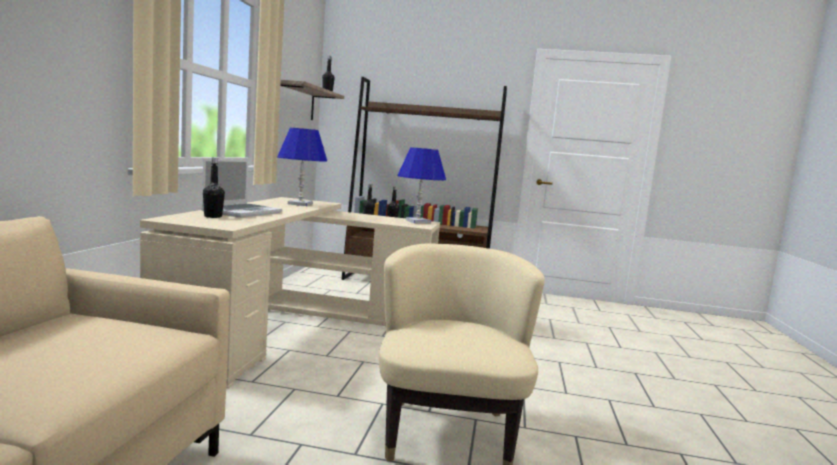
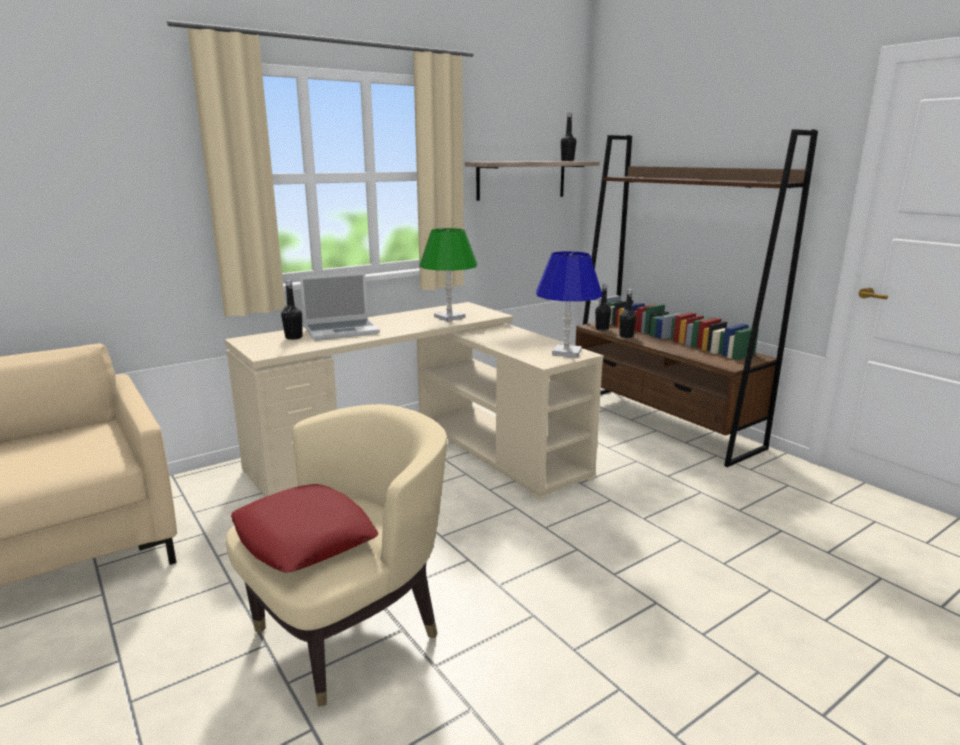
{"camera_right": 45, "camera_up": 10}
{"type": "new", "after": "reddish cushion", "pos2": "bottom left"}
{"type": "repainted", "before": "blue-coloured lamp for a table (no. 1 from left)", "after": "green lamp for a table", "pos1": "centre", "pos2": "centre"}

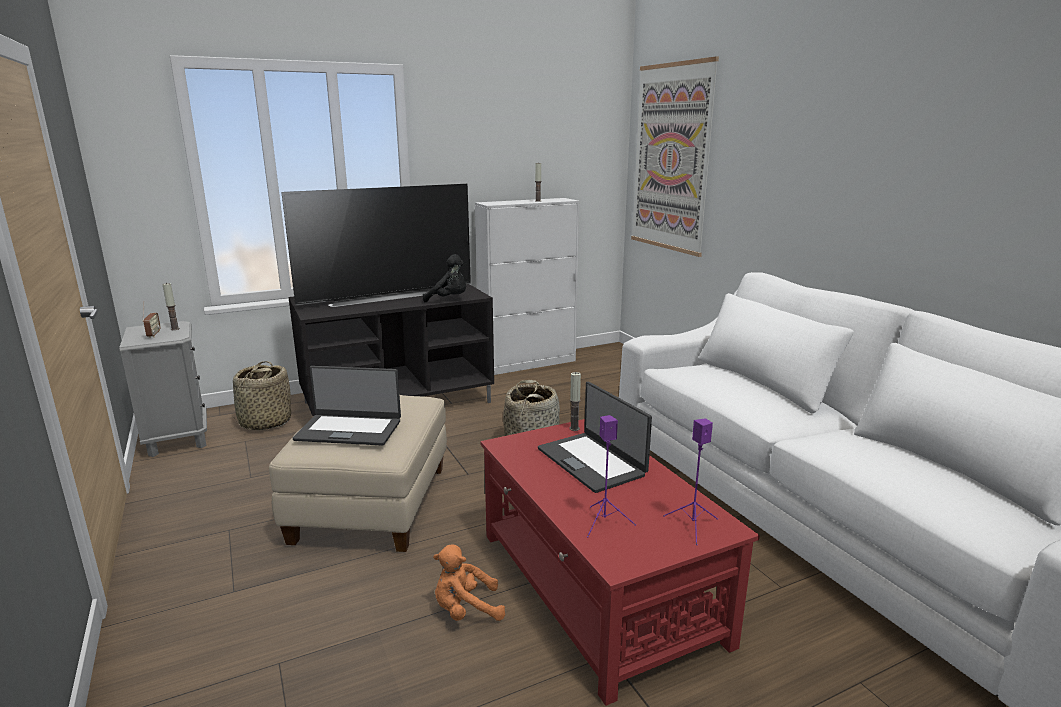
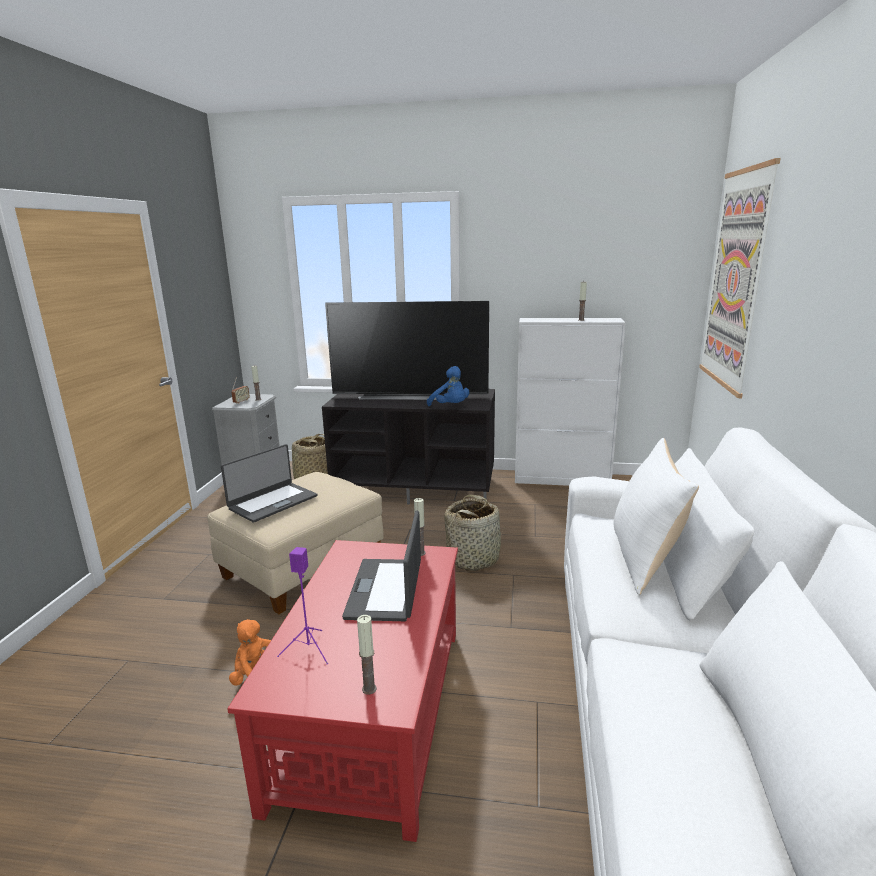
{"camera_right": 35, "camera_up": 0}
{"type": "new", "after": "white-coloured cushion", "pos2": "middle right"}
{"type": "swapped", "before": "purplish audio speaker (no. 2 from left)", "after": "wax candle (no. 2 from left)", "pos1": "bottom centre", "pos2": "bottom centre"}
{"type": "repainted", "before": "black-coloured plush toy", "after": "blue-coloured plush toy", "pos1": "centre", "pos2": "centre"}
{"type": "rotated", "before": "laptop (no. 1 from left)", "pos1": "middle left", "pos2": "middle left", "turn": -90}

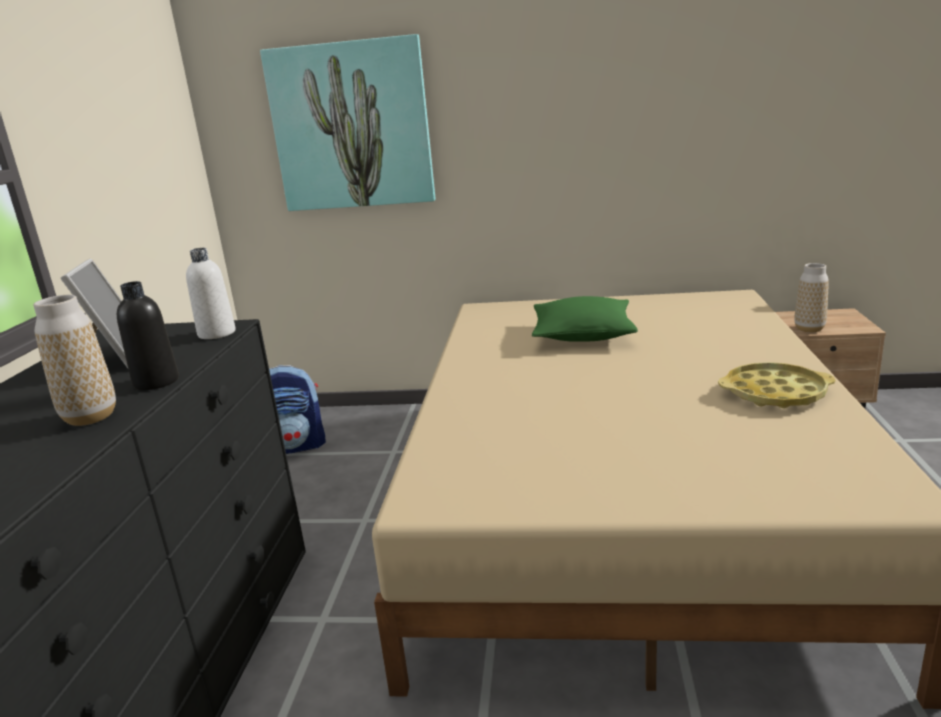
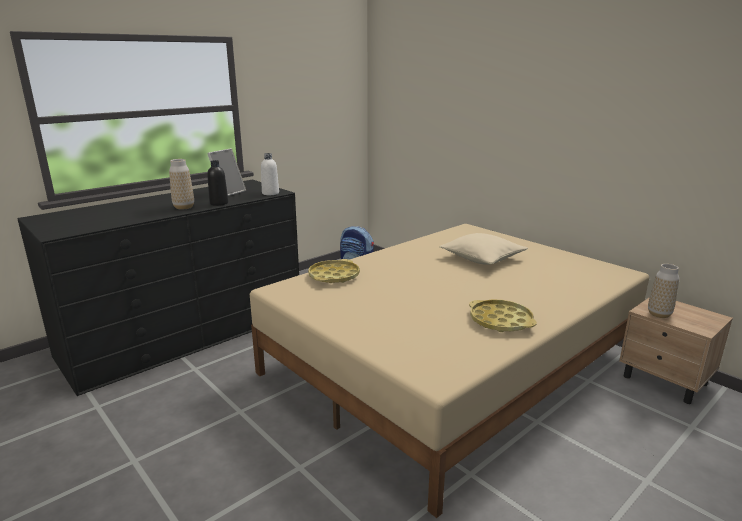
{"camera_right": 40, "camera_up": 0}
{"type": "gone", "before": "picture", "pos1": "top centre"}
{"type": "new", "after": "yellow-coloured tray (no. 1 from left)", "pos2": "centre"}
{"type": "repainted", "before": "green cushion", "after": "beige cushion", "pos1": "centre", "pos2": "centre"}

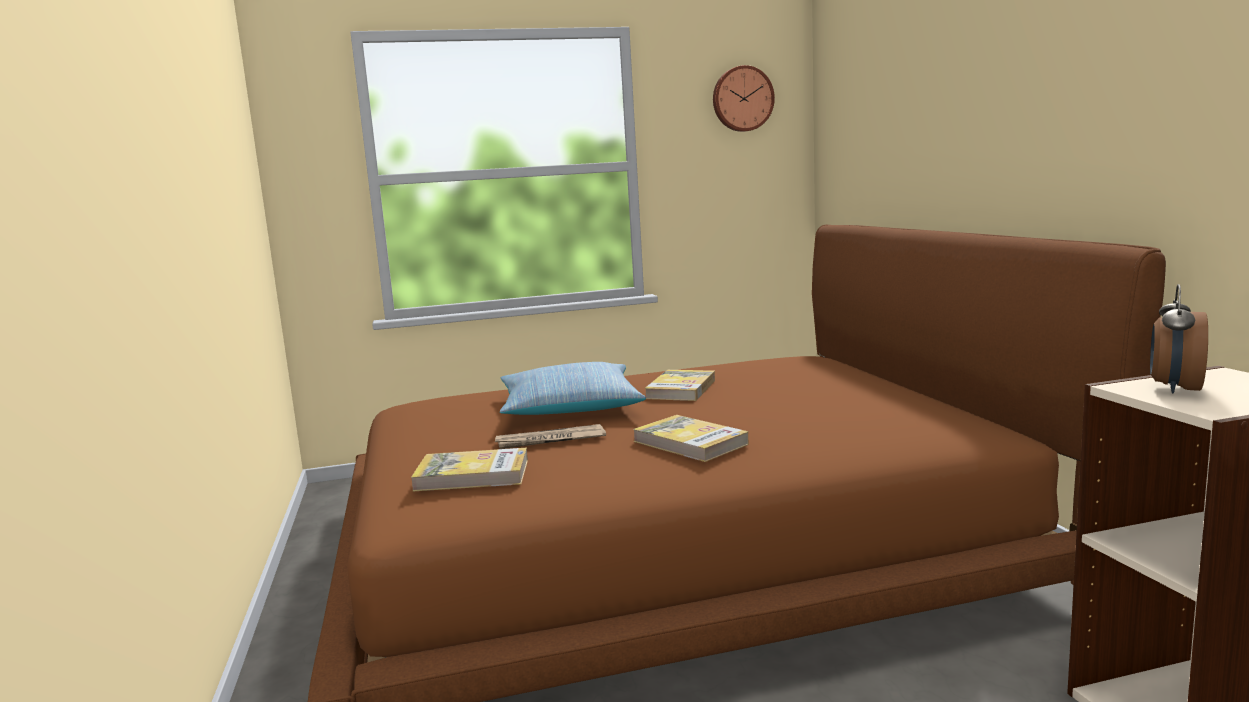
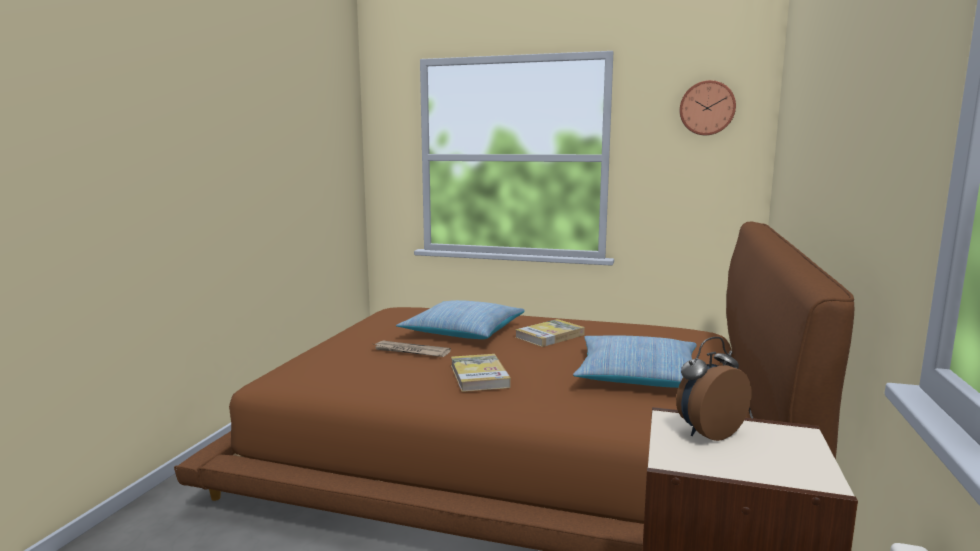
{"camera_right": 30, "camera_up": 0}
{"type": "gone", "before": "bound book (no. 1 from left)", "pos1": "bottom centre"}
{"type": "new", "after": "cushion (no. 2 from left)", "pos2": "centre"}

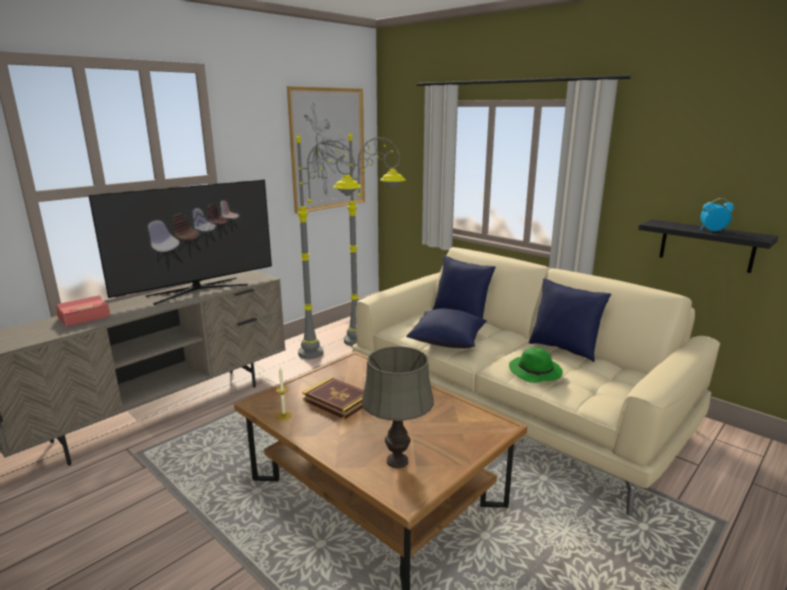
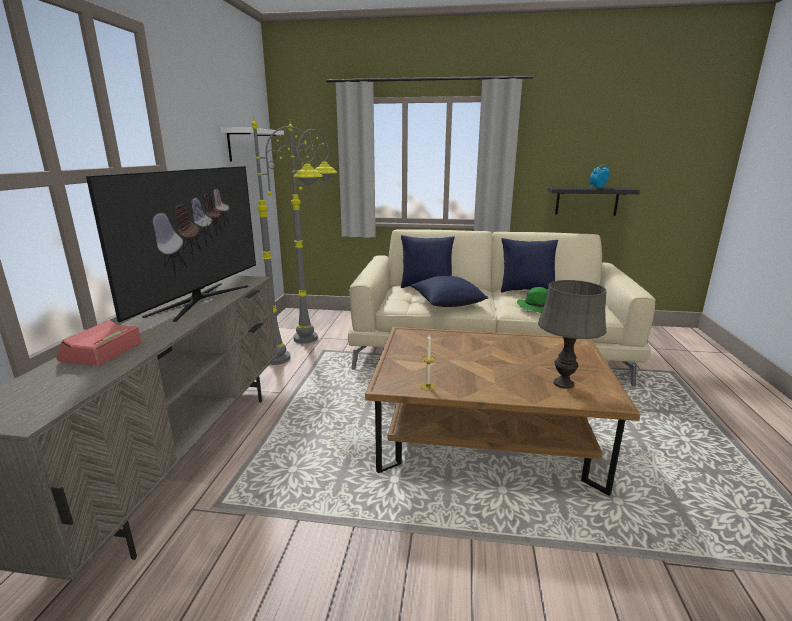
{"camera_right": -35, "camera_up": 0}
{"type": "gone", "before": "bound book", "pos1": "bottom centre"}
{"type": "swapped", "before": "picture", "after": "white-coloured shelf", "pos1": "top centre", "pos2": "top left"}

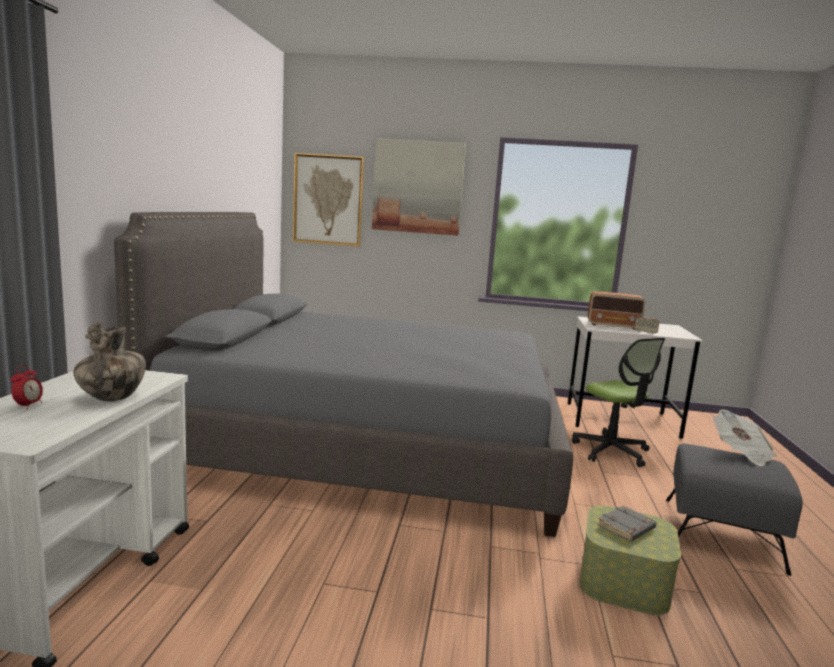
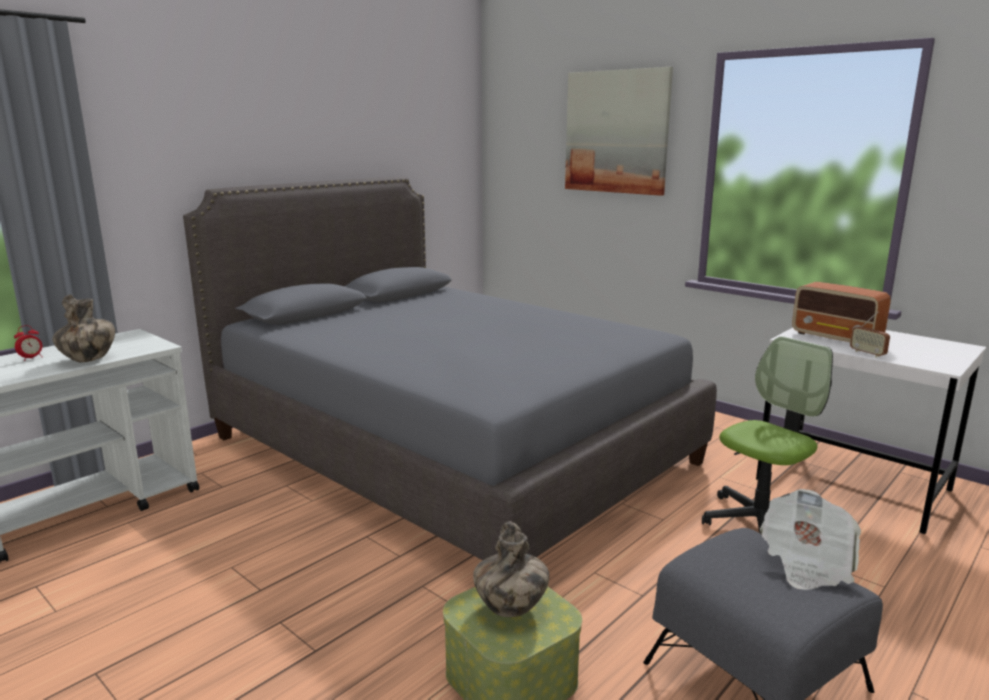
{"camera_right": 35, "camera_up": 5}
{"type": "gone", "before": "picture (no. 1 from left)", "pos1": "top centre"}
{"type": "swapped", "before": "greyish bound book", "after": "decorative vase (no. 2 from left)", "pos1": "bottom right", "pos2": "bottom centre"}
{"type": "rotated", "before": "office chair", "pos1": "middle right", "pos2": "middle right", "turn": -135}

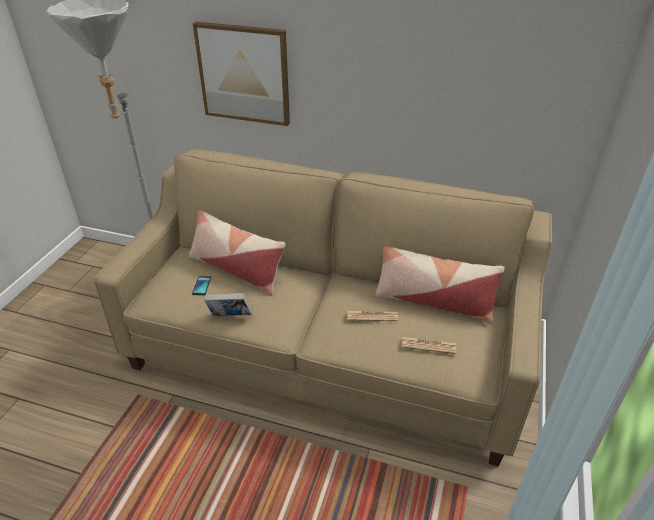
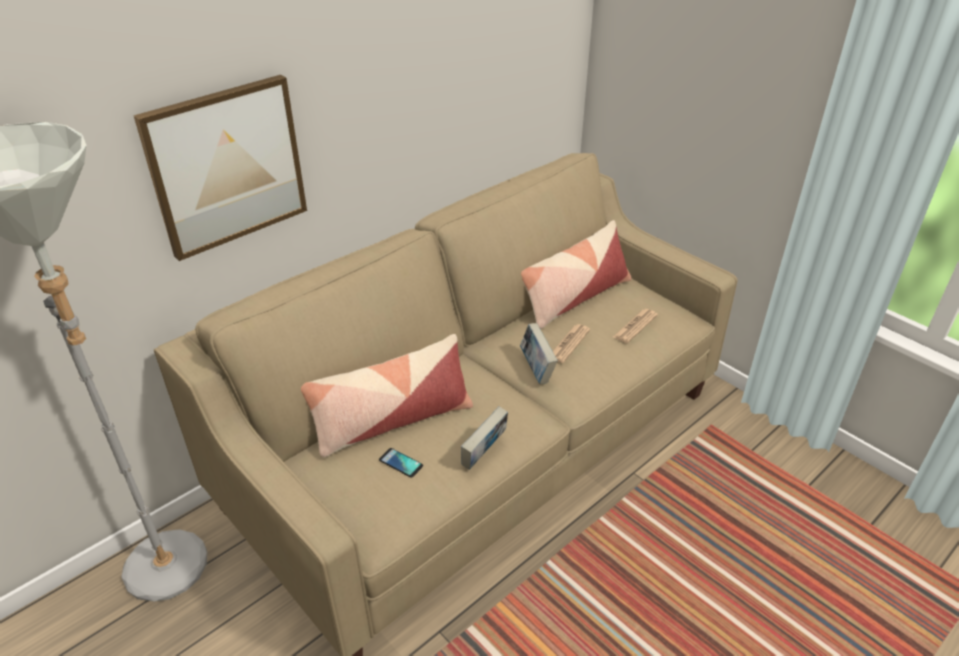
{"camera_right": -60, "camera_up": 0}
{"type": "new", "after": "bound book (no. 2 from left)", "pos2": "centre"}

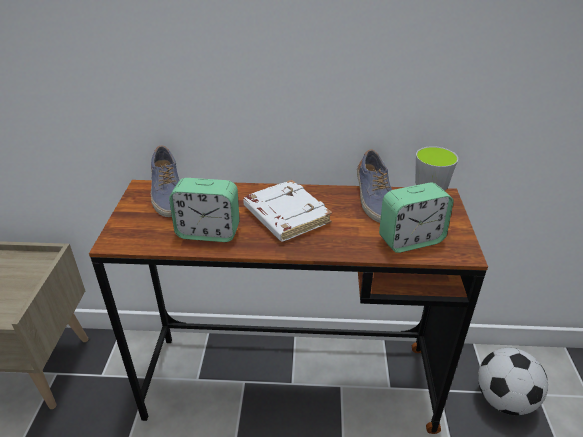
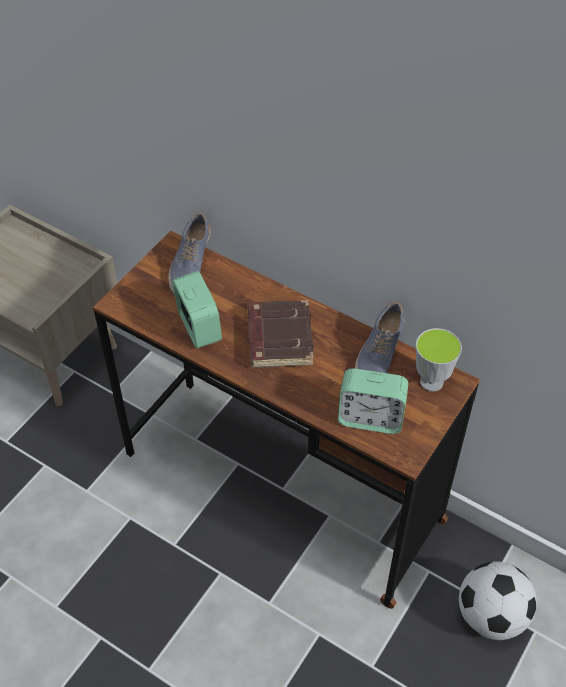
{"camera_right": 30, "camera_up": 15}
{"type": "repainted", "before": "white-coloured bound book", "after": "brown bound book", "pos1": "centre", "pos2": "centre"}
{"type": "rotated", "before": "bedside clock (no. 1 from left)", "pos1": "centre", "pos2": "centre", "turn": -150}

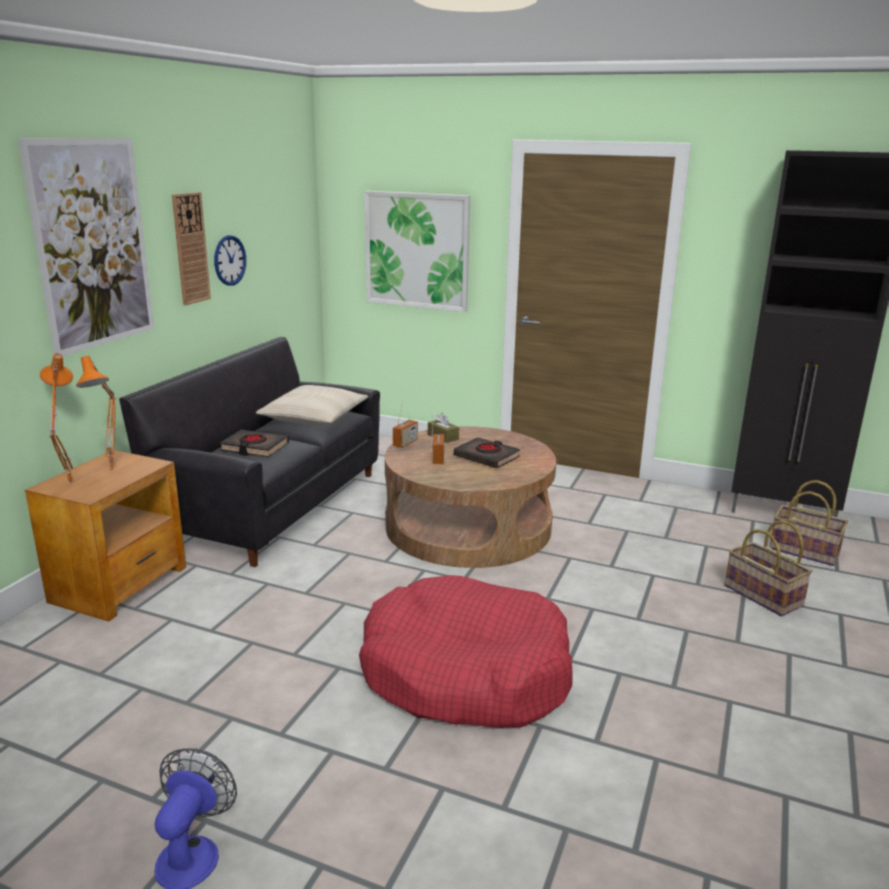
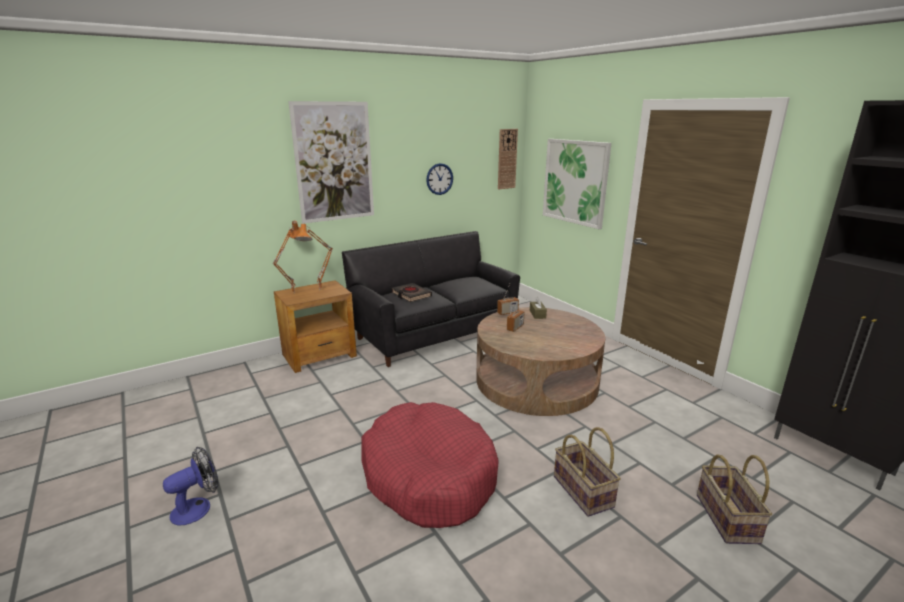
{"camera_right": 35, "camera_up": 0}
{"type": "gone", "before": "beige cushion", "pos1": "centre"}
{"type": "gone", "before": "black-coloured bound book (no. 2 from left)", "pos1": "centre"}
{"type": "shifted", "before": "wall clock (no. 1 from left in the first image)", "after": "wall clock (no. 2 from left)", "pos1": "top left", "pos2": "top centre"}
{"type": "shifted", "before": "storage basket (no. 2 from left in the first image)", "after": "storage basket (no. 1 from left)", "pos1": "middle right", "pos2": "bottom centre"}

